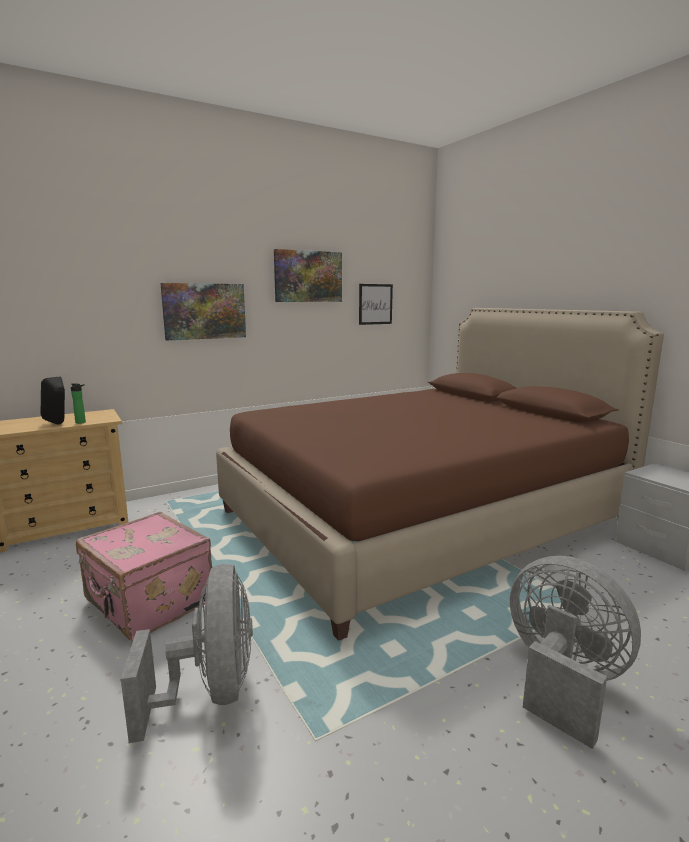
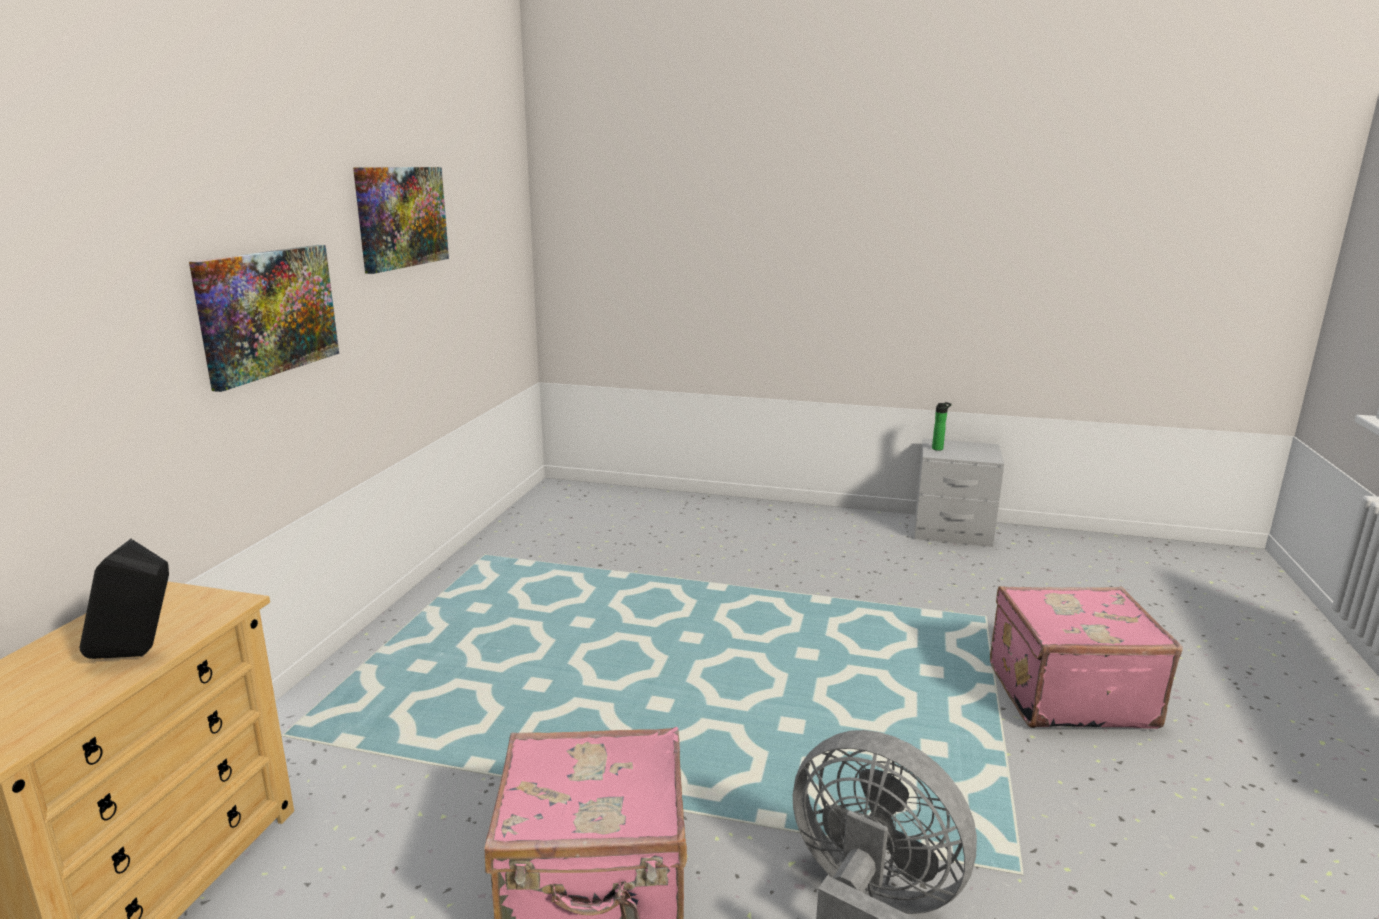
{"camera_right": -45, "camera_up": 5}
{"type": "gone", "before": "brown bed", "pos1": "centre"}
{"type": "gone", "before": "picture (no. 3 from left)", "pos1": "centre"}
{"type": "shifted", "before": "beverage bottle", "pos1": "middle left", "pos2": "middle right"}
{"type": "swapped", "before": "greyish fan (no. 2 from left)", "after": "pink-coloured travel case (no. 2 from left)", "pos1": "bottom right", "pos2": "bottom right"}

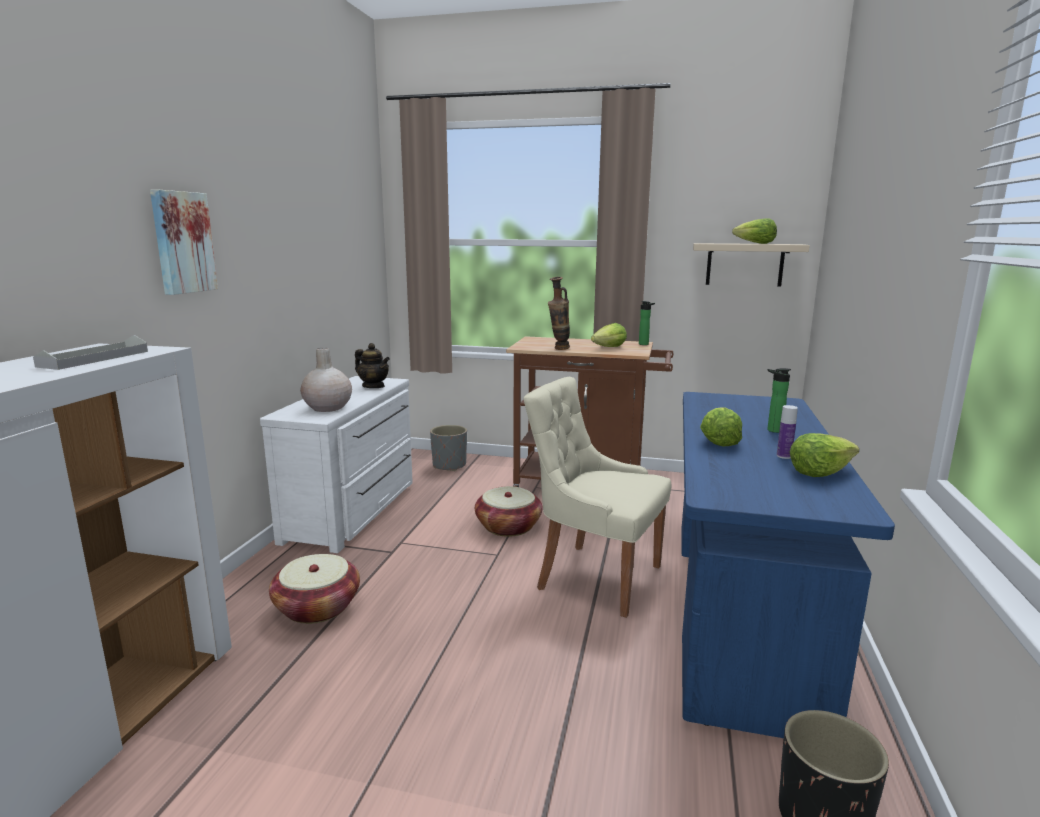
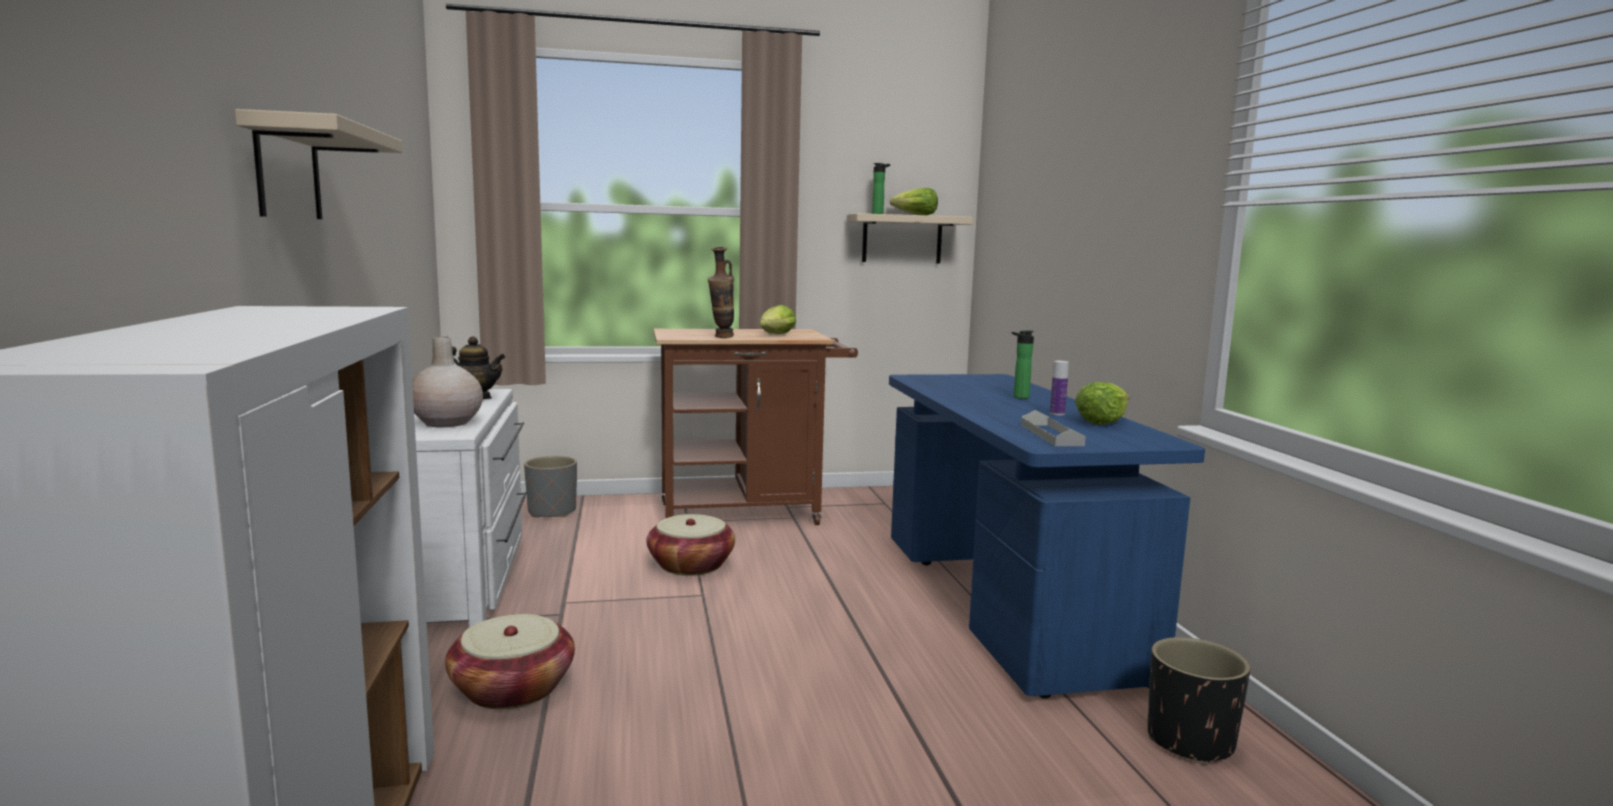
{"camera_right": -25, "camera_up": -5}
{"type": "gone", "before": "beige chair", "pos1": "centre"}
{"type": "gone", "before": "lettuce head (no. 2 from left)", "pos1": "middle right"}
{"type": "shifted", "before": "greyish tray", "pos1": "middle left", "pos2": "centre"}
{"type": "shifted", "before": "beverage bottle (no. 1 from left)", "pos1": "centre", "pos2": "top centre"}
{"type": "swapped", "before": "picture", "after": "beige shelf (no. 1 from left)", "pos1": "top left", "pos2": "top left"}

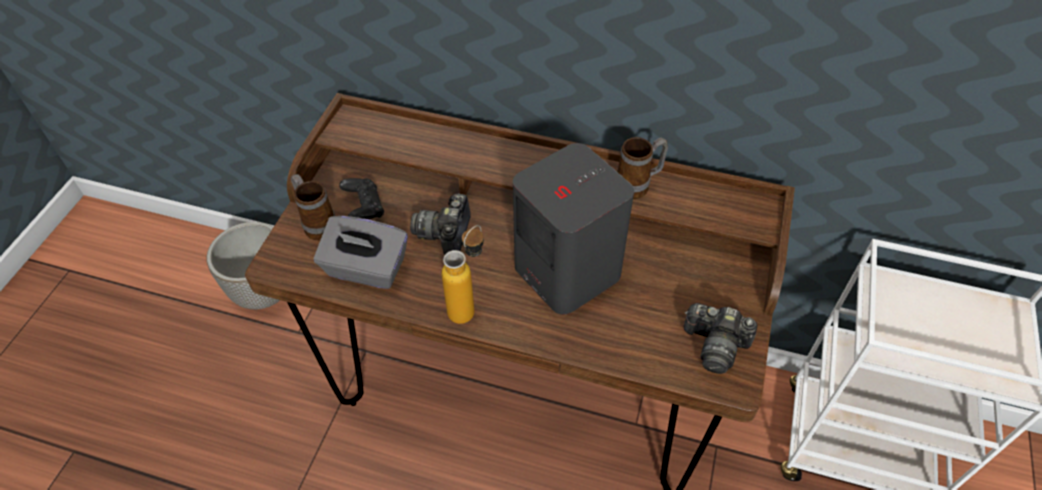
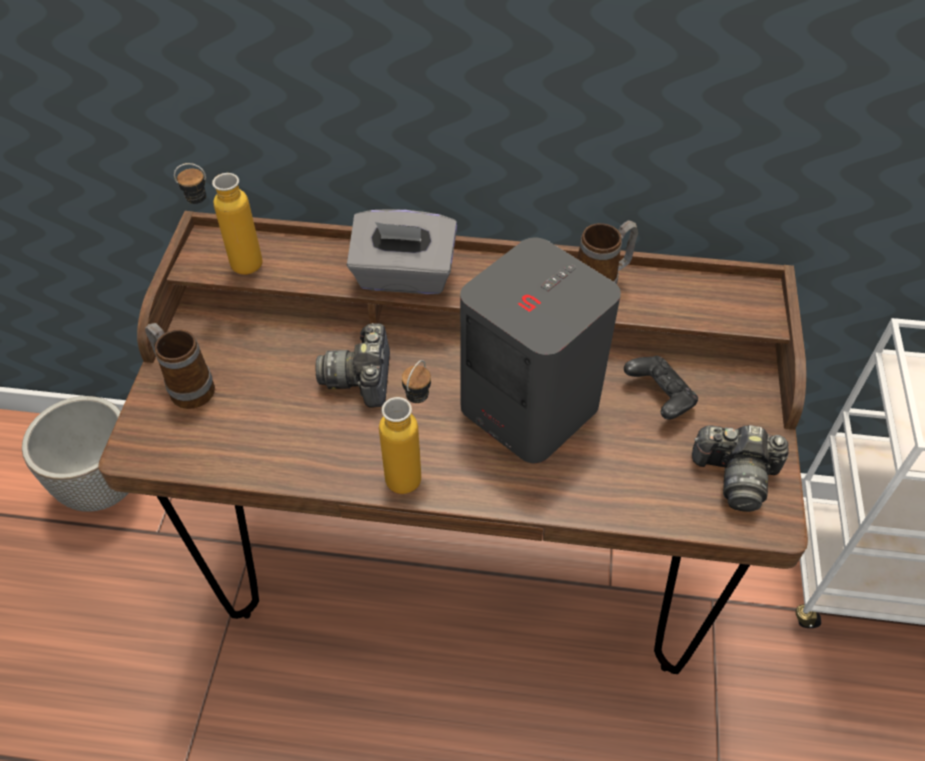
{"camera_right": -10, "camera_up": 0}
{"type": "new", "after": "beverage bottle (no. 1 from left)", "pos2": "top left"}
{"type": "shifted", "before": "greyish box of tissues", "pos1": "centre", "pos2": "top centre"}
{"type": "shifted", "before": "black-coloured gamepad", "pos1": "centre", "pos2": "middle right"}

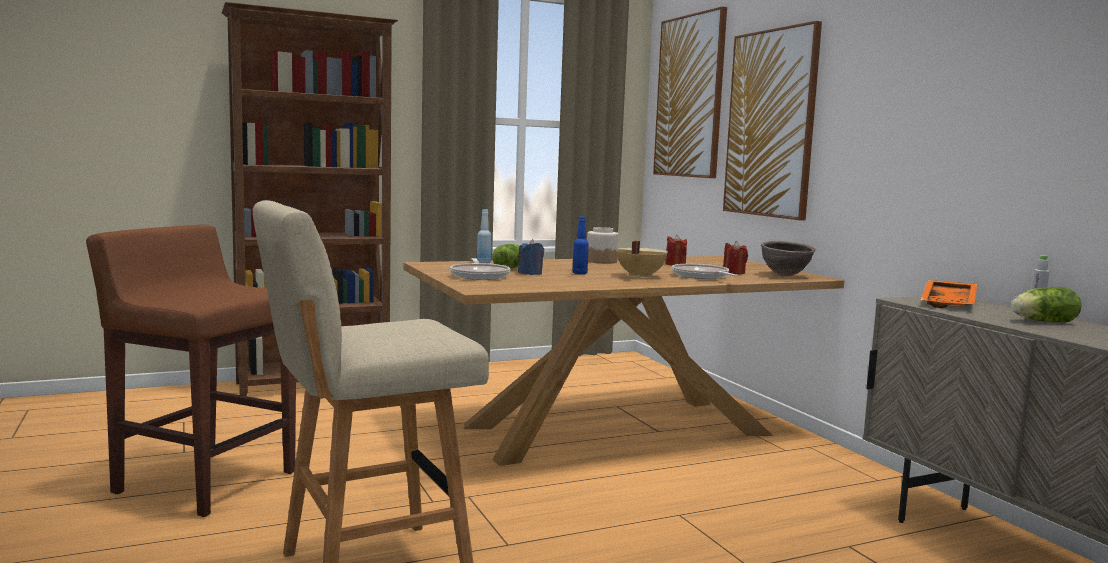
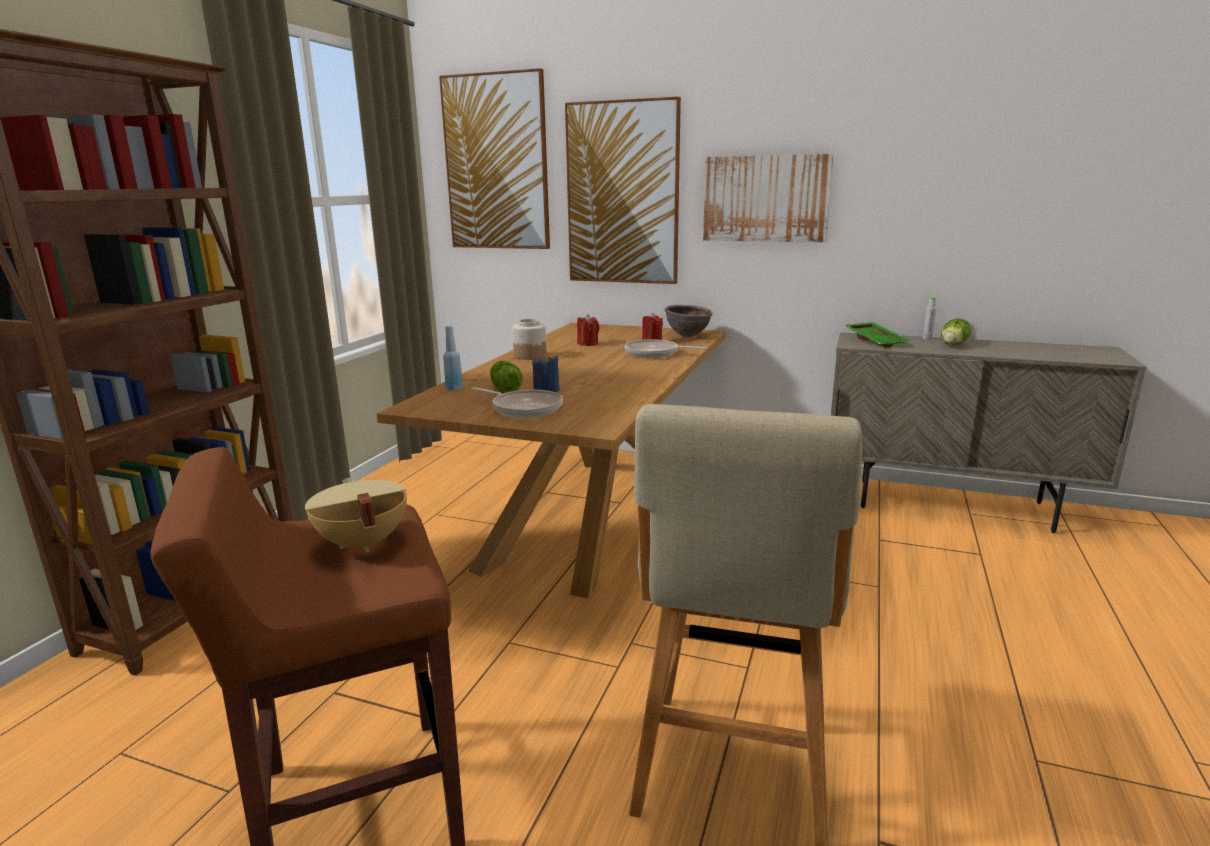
{"camera_right": -45, "camera_up": 10}
{"type": "gone", "before": "blue-coloured beverage bottle (no. 2 from left)", "pos1": "centre"}
{"type": "new", "after": "picture (no. 3 from left)", "pos2": "top centre"}
{"type": "shifted", "before": "beige saucepot", "pos1": "centre", "pos2": "middle left"}
{"type": "repainted", "before": "orange-coloured tray", "after": "green tray", "pos1": "middle right", "pos2": "middle right"}

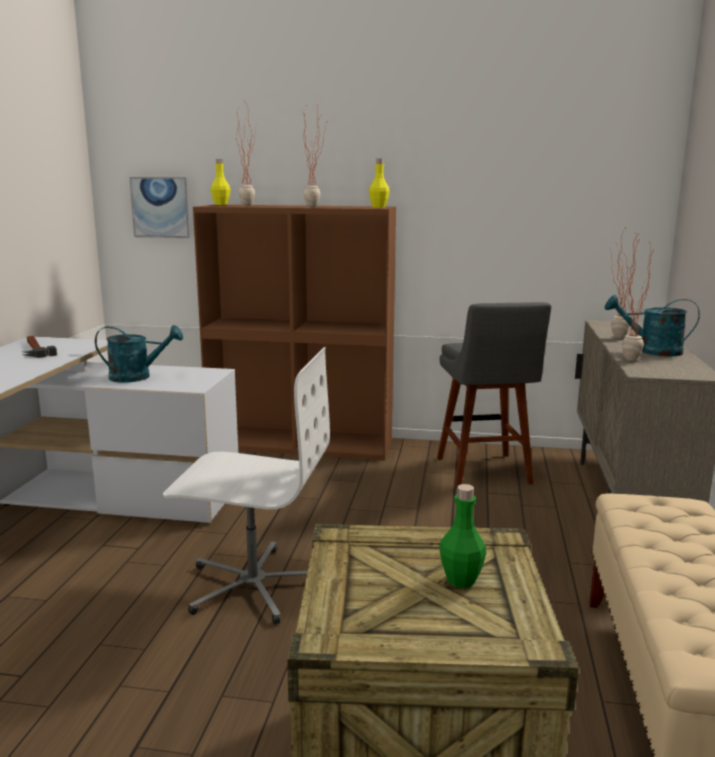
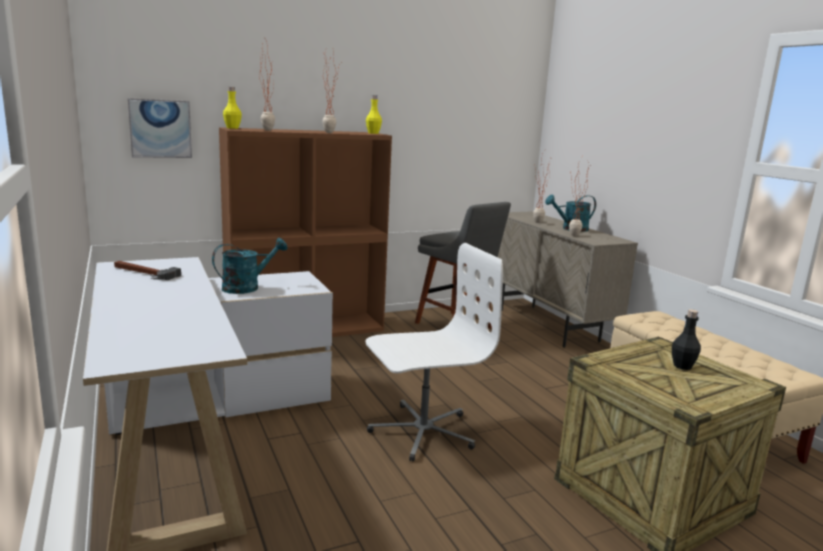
{"camera_right": -35, "camera_up": 0}
{"type": "repainted", "before": "green beverage bottle", "after": "black-coloured beverage bottle", "pos1": "bottom centre", "pos2": "middle right"}

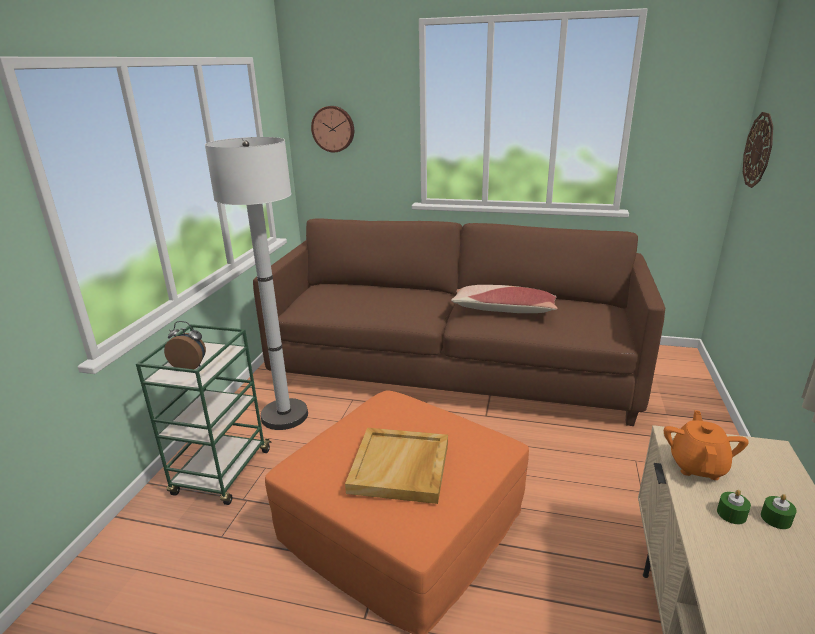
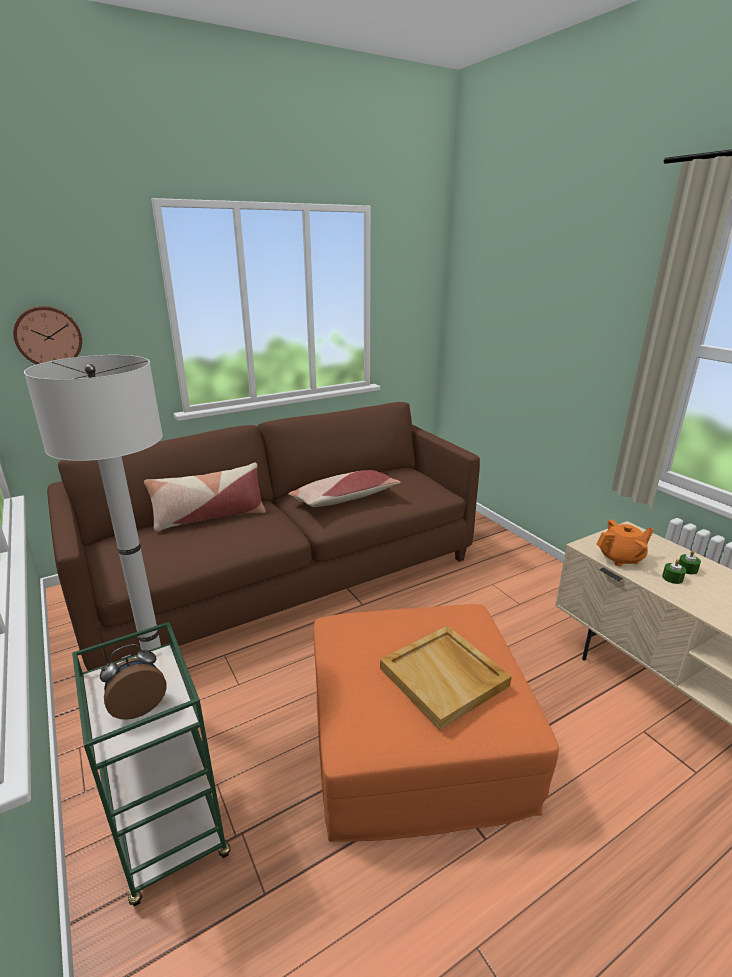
{"camera_right": -45, "camera_up": 0}
{"type": "gone", "before": "wall clock (no. 2 from left)", "pos1": "top right"}
{"type": "new", "after": "cushion (no. 1 from left)", "pos2": "middle left"}
{"type": "rotated", "before": "orange-coloured tea pot", "pos1": "bottom right", "pos2": "middle right", "turn": 105}

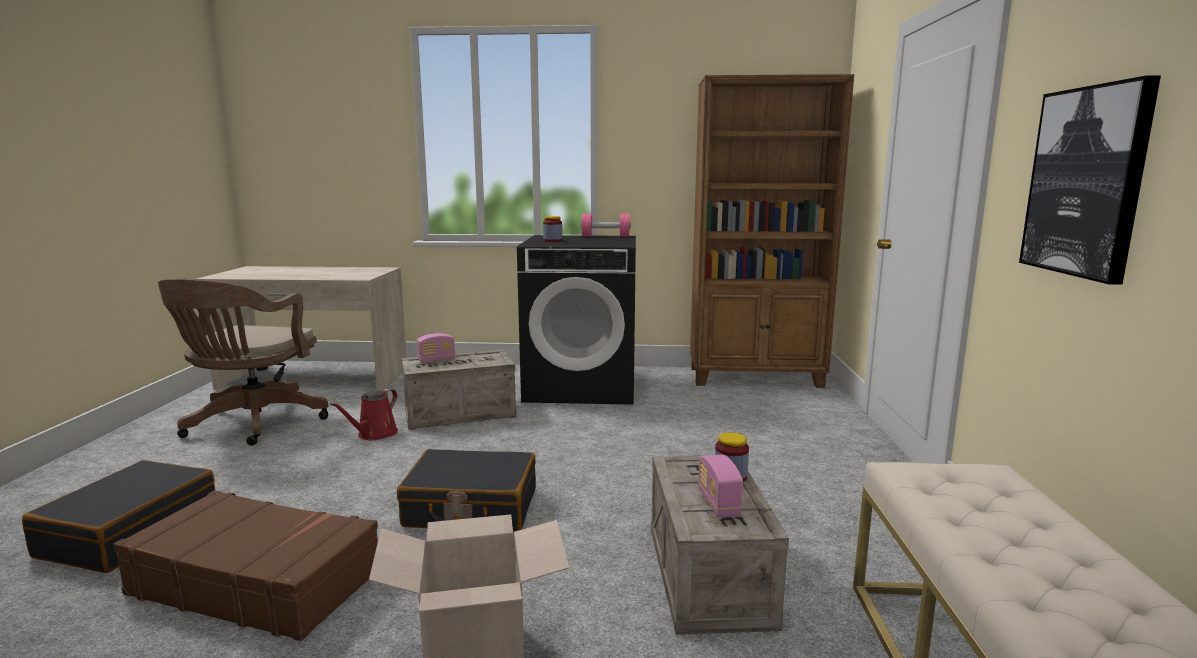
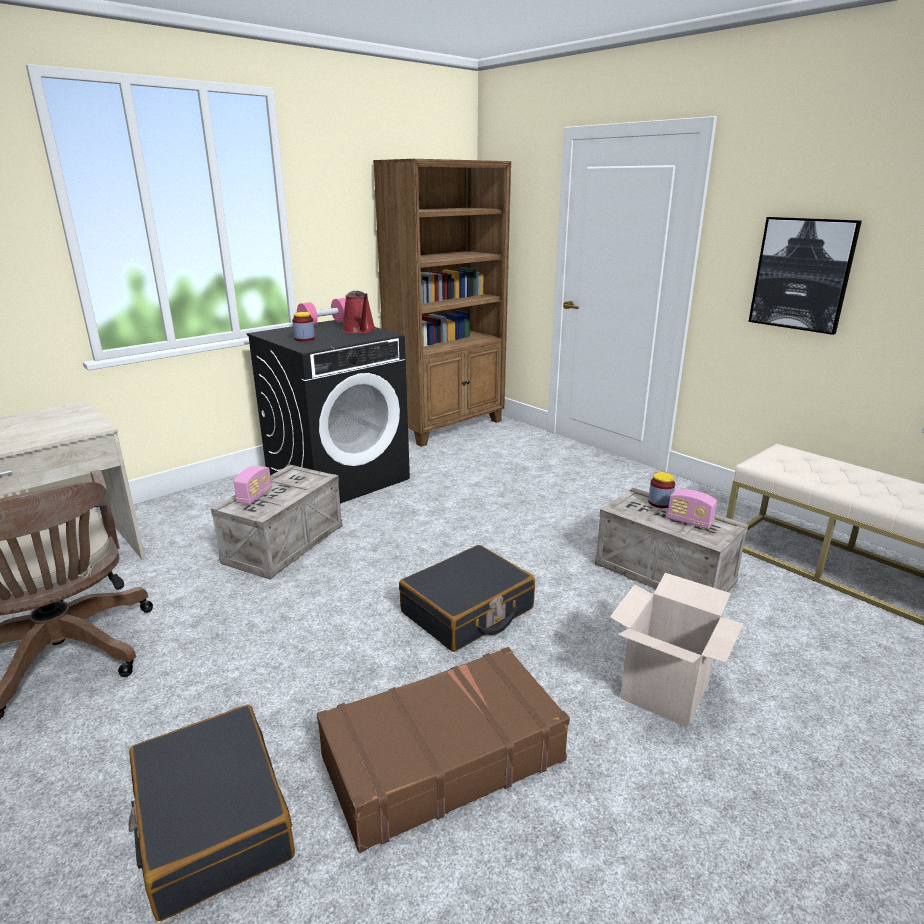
{"camera_right": -45, "camera_up": 10}
{"type": "shifted", "before": "reddish sprinkling can", "pos1": "middle left", "pos2": "centre"}

